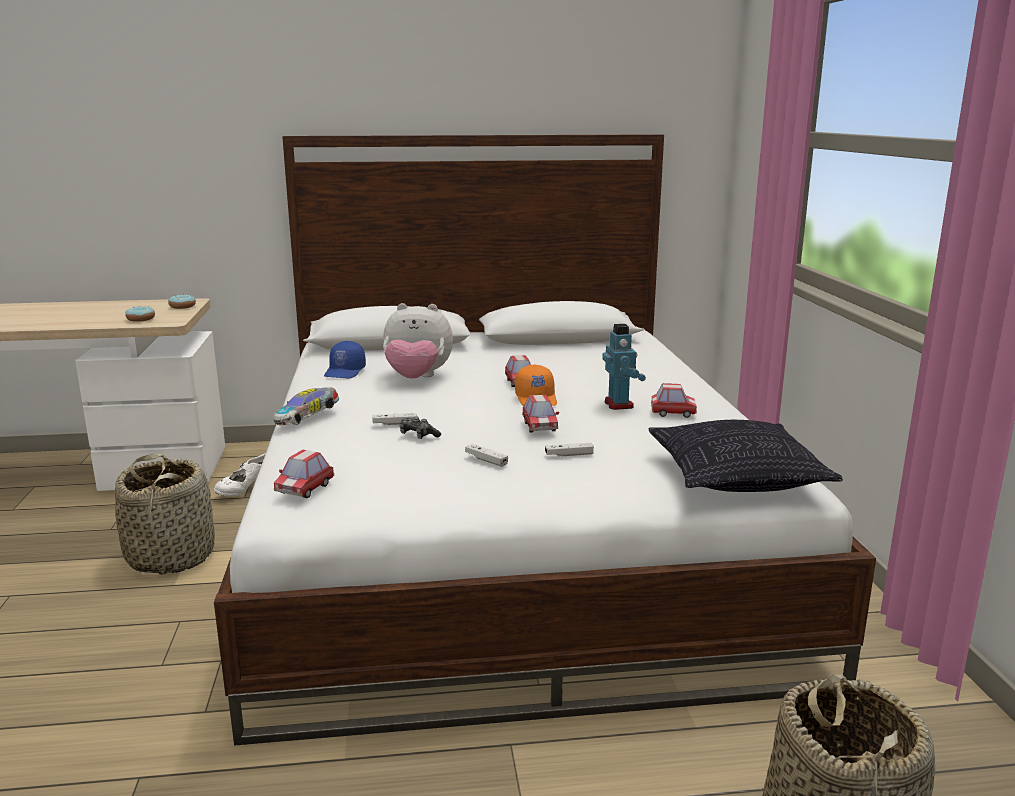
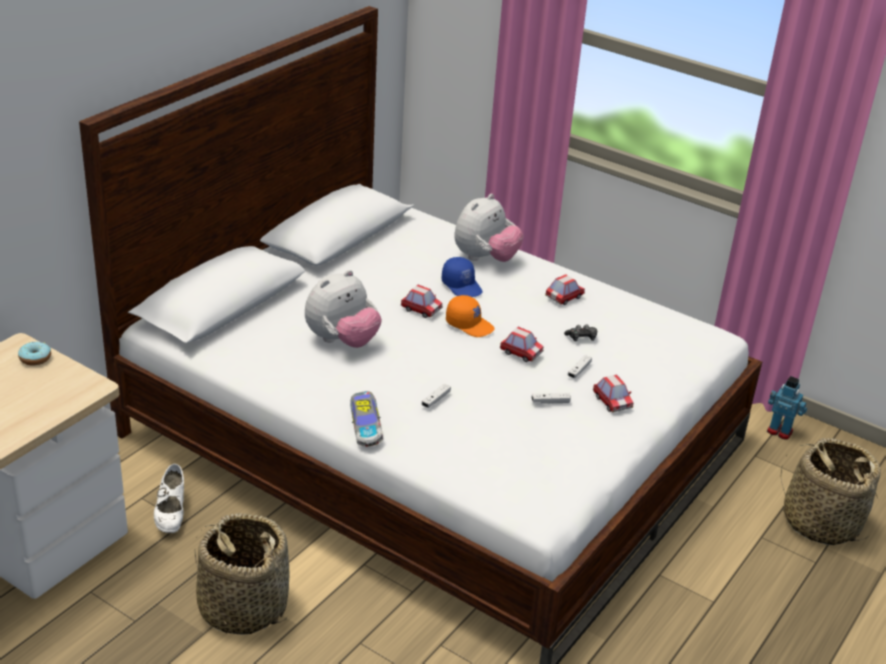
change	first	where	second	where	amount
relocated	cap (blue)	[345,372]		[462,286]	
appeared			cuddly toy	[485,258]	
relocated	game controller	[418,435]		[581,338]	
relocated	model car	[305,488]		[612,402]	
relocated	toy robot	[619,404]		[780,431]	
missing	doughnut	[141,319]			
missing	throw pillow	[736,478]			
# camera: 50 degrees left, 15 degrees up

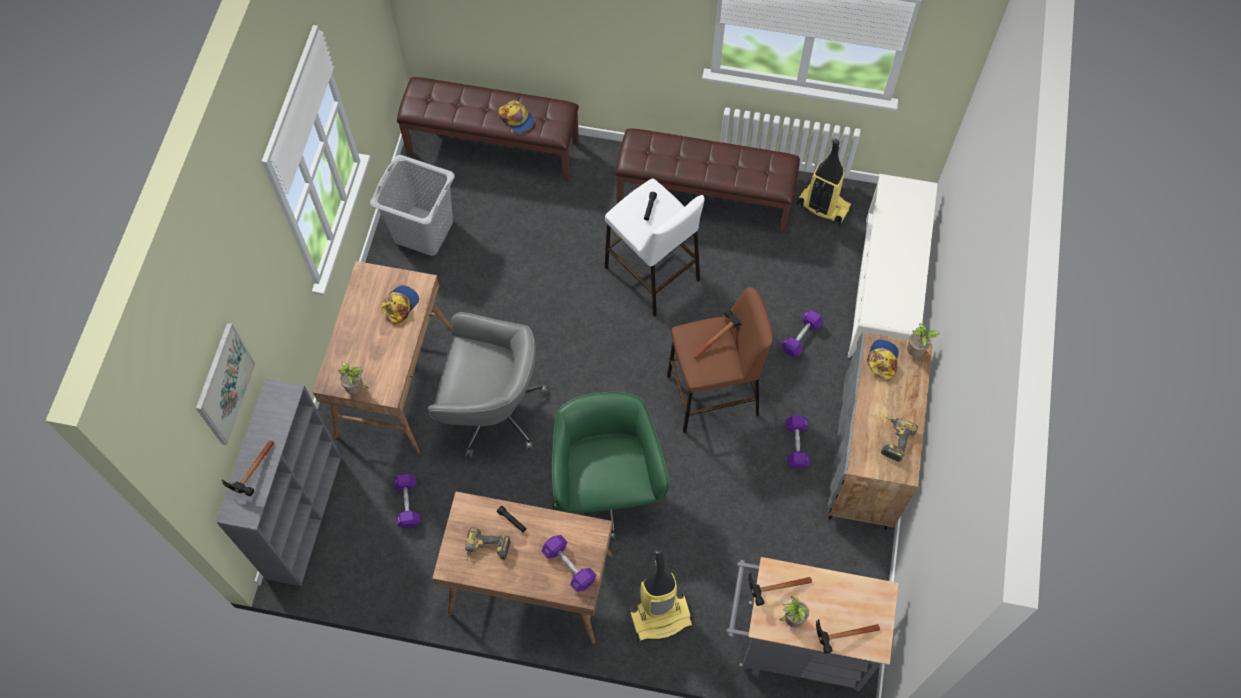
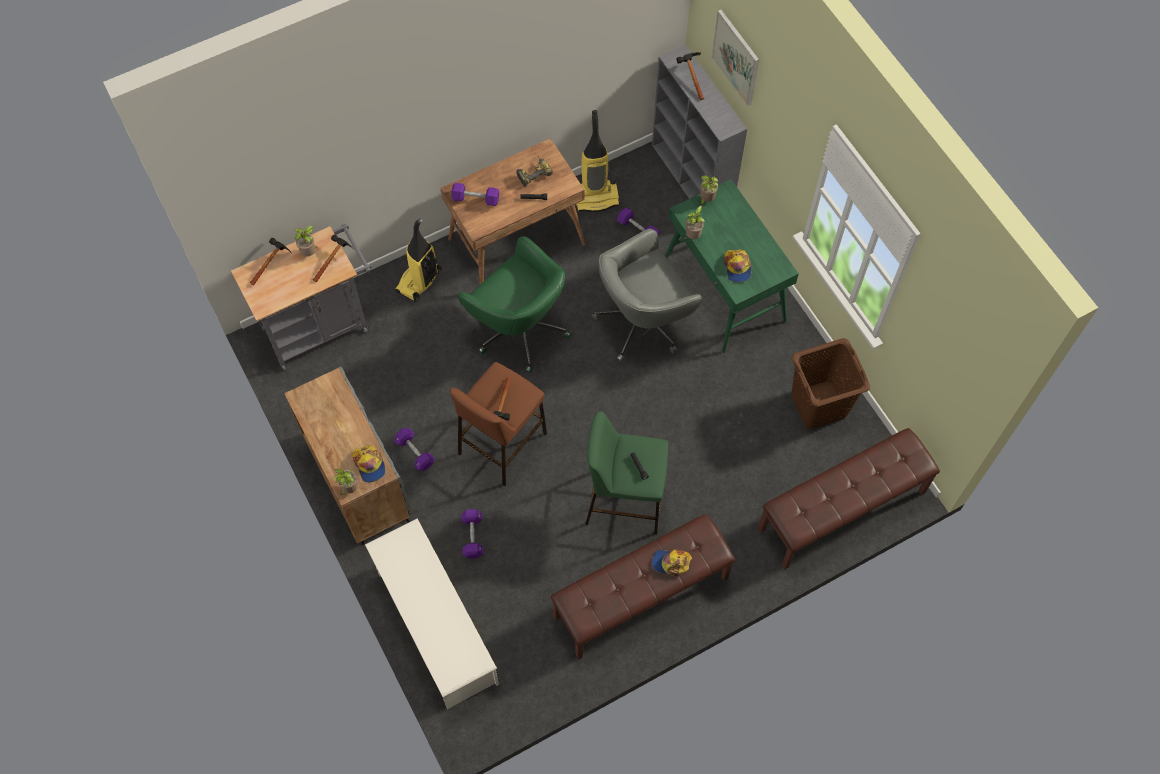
change	first	where	second	where	amount
relocated	vacuum	[822,207]		[596,197]	
colour	stool (whitish)	[652,274]	stool (green)	[624,501]	
relocated	cap	[517,119]		[671,563]	
colour	desk (brownish)	[394,381]	desk (green)	[724,291]	
appeared			potted plant	[693,235]	
colour	laundry basket (grey)	[423,230]	laundry basket (brownish)	[819,405]	
missing	power drill	[893,439]			
# camera: 140 degrees right, 0 degrees up

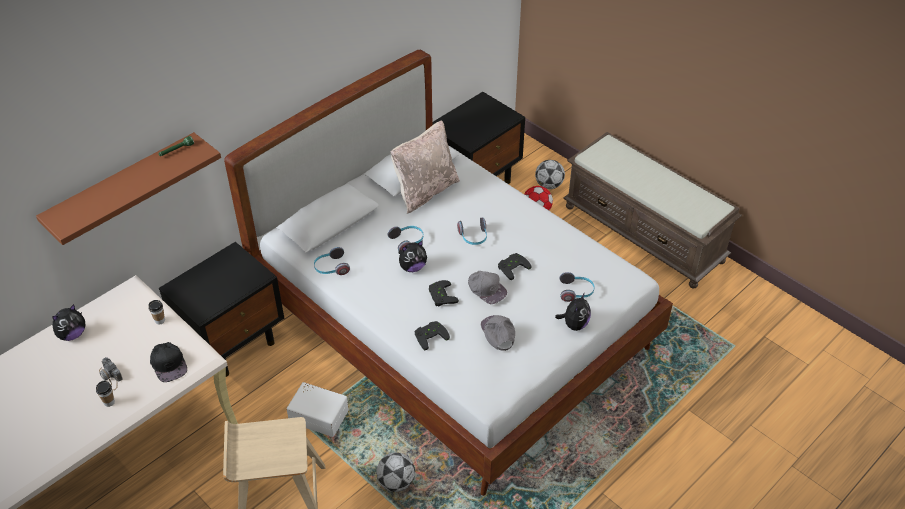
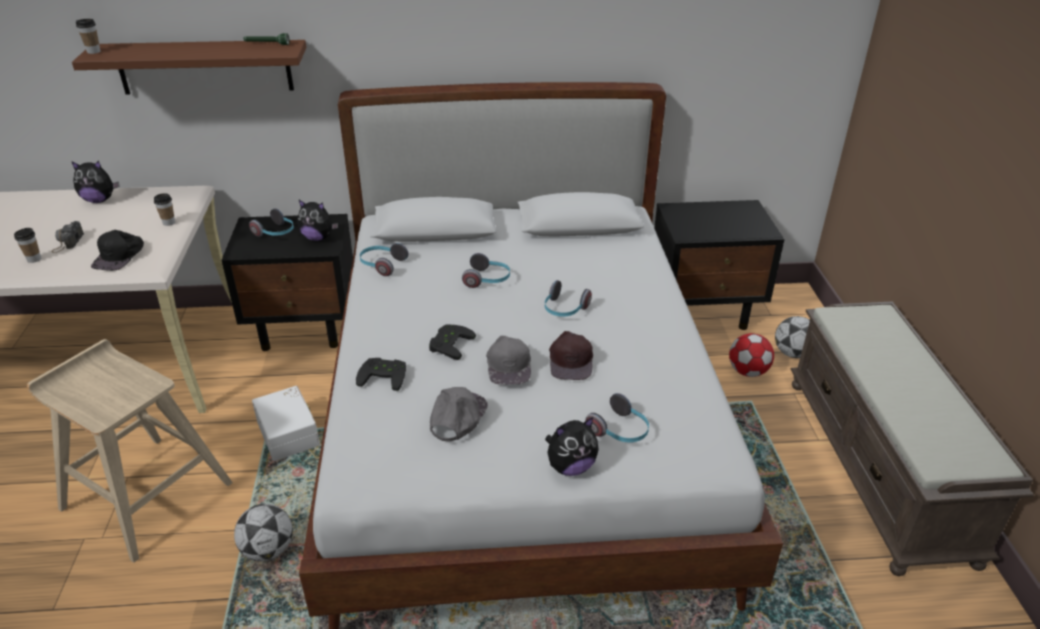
change	first	where	second	where	amount
appeared			cup	[94,51]	
appeared			headset	[276,233]	
relocated	cuddly toy	[412,267]		[318,238]	
exchanged	game controller (black)	[512,266]	cap (brownish)	[571,360]	
missing	throw pillow (beige)	[425,191]			
# camera: 40 degrees right, 10 degrees down

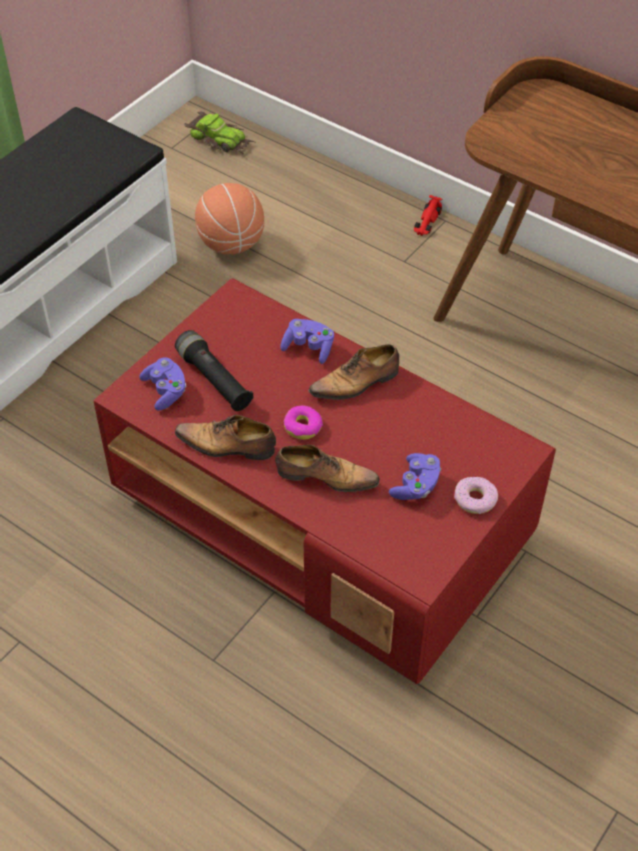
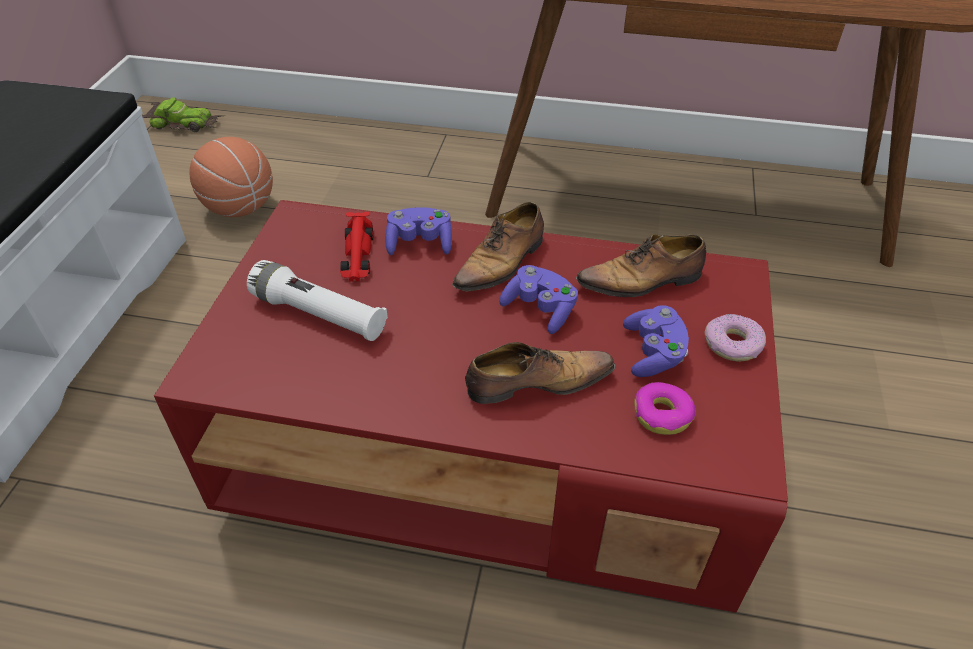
change	first	where	second	where	amount
colour	torch (black)	[214,380]	torch (whitish)	[319,315]	
relocated	model car (red-coloured)	[427,221]		[357,255]	
relocated	game controller (purplish)	[165,391]		[540,309]	
relocated	low shoe	[228,446]		[643,281]	
relocated	doughnut	[303,427]		[662,415]	
# camera: 25 degrees left, 5 degrees down

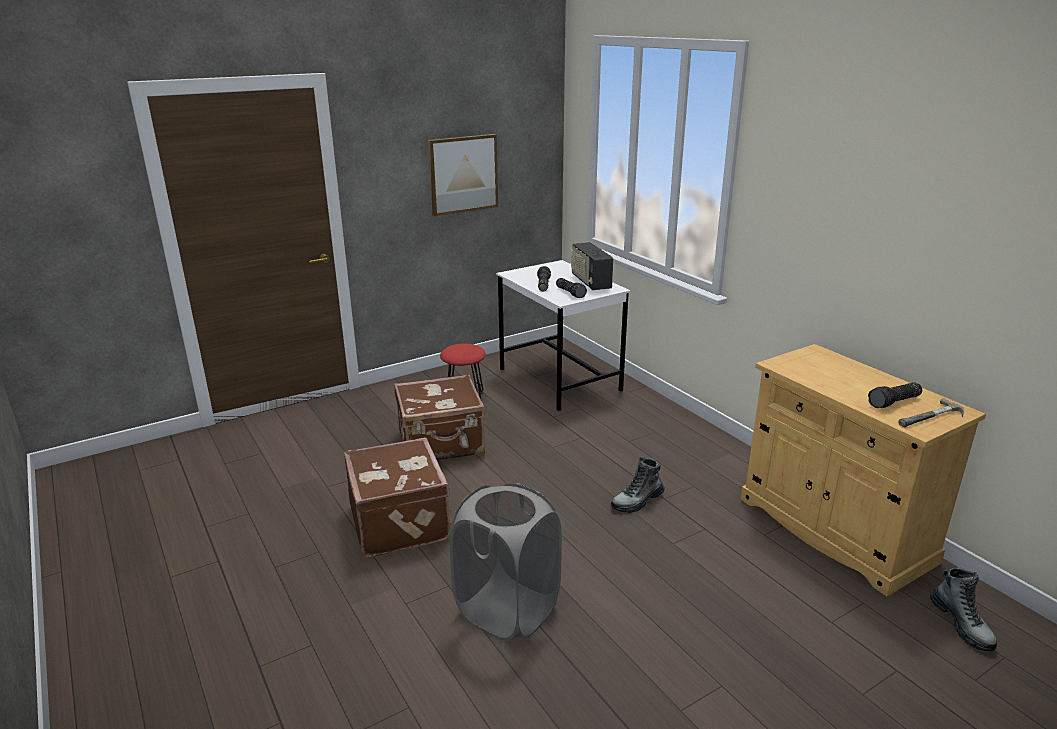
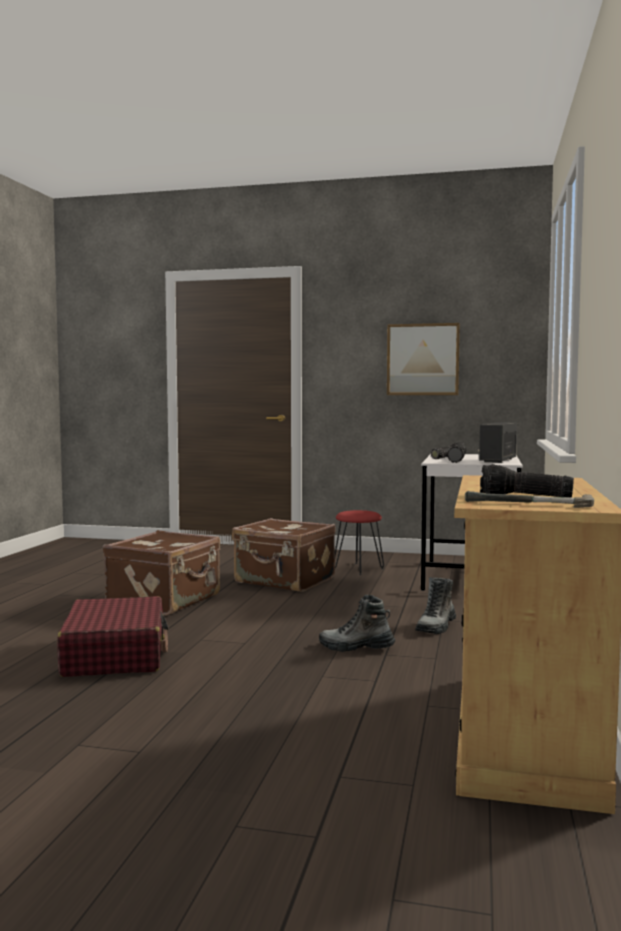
change	first	where	second	where	amount
exchanged	laundry basket (grey)	[507,610]	travel case (red-coloured)	[115,654]	
relocated	high-top boot	[961,624]		[436,626]	
# camera: 45 degrees right, 20 degrees down

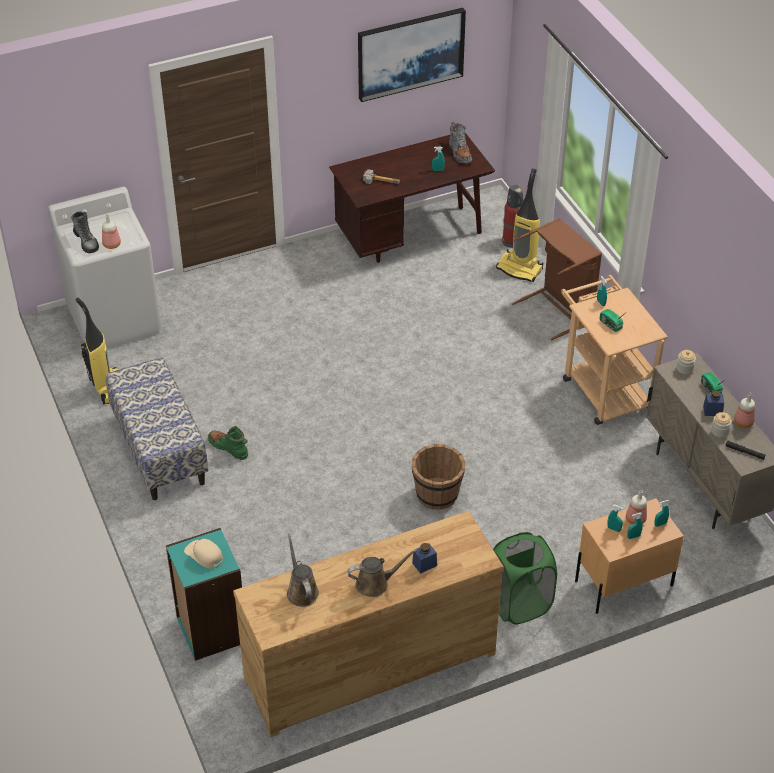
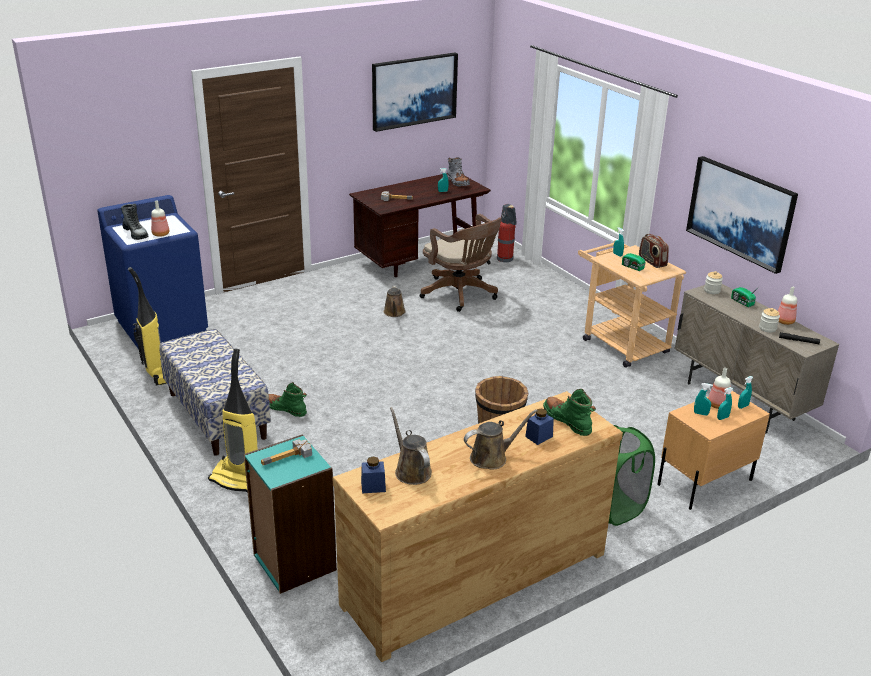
change	first	where	second	where	amount
colour	washing machine (whitish)	[115,319]	washing machine (blue)	[162,326]	
relocated	vacuum	[520,268]		[239,478]	
exchanged	cap (beige)	[204,555]	hammer	[289,458]	
relocated	storage jar (blue)	[712,411]		[373,486]	
appeared			watering pot (brownish)	[394,313]	
appeared			office chair (brownish)	[461,295]	
appeared			high-top boot (green)	[567,421]	
appeared			radio receiver	[652,262]	
appeared			picture	[741,212]	
missing	laundry basket (brownish)	[559,309]			
# camera: 10 degrees left, 15 degrees down

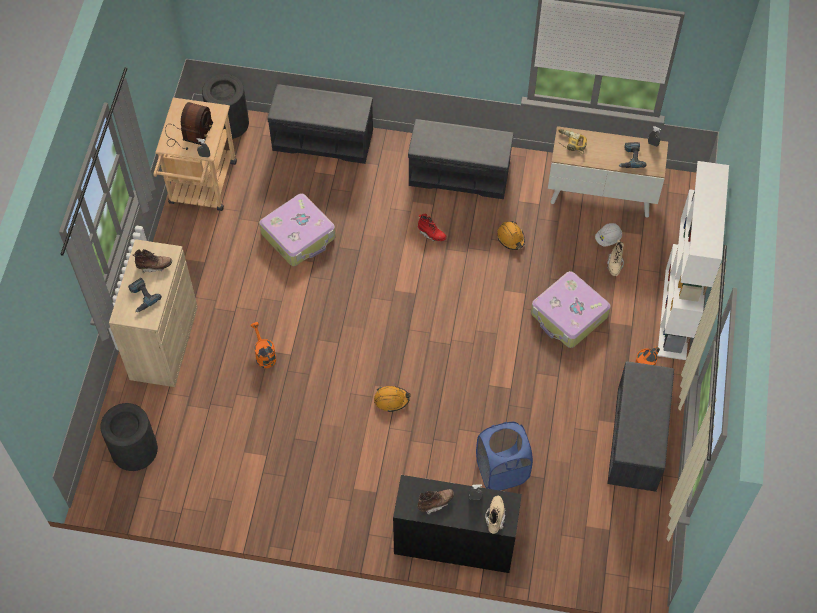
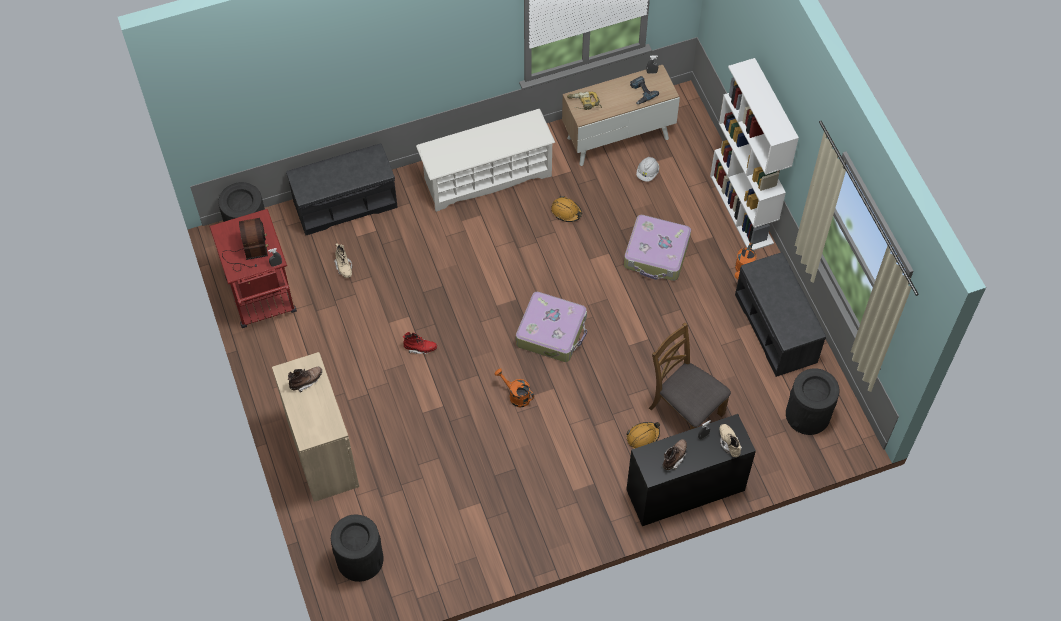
change	first	where	second	where	amount
colour	wheeled cart (beige)	[201,188]	wheeled cart (red-coloured)	[263,300]	
relocated	high-top boot (beige)	[615,264]		[344,267]	
relocated	high-top boot (red-coloured)	[431,234]		[420,348]	
exchanged	indoor bench (grey)	[460,174]	shoe stand (whitish)	[487,177]	
relocated	watering pot (orange-coloured)	[264,355]		[516,395]	
relocated	travel case	[299,235]		[552,331]	
relocated	work helmet (orange-coloured)	[391,400]		[643,436]	
exchanged	laundry basket (blue)	[502,470]	chair (brownish)	[685,410]	
appeared			trash can (black)	[808,415]	
missing	power drill	[142,297]			
# camera: 30 degrees left, 0 degrees up

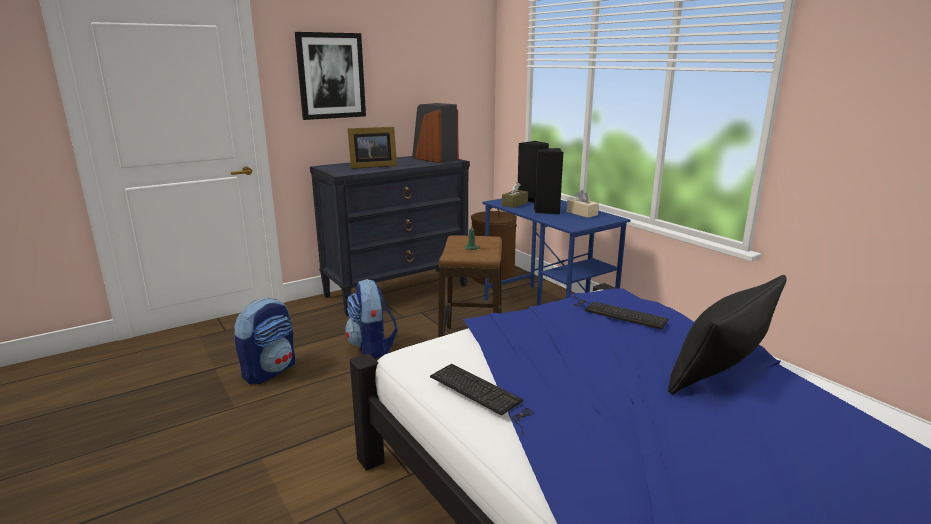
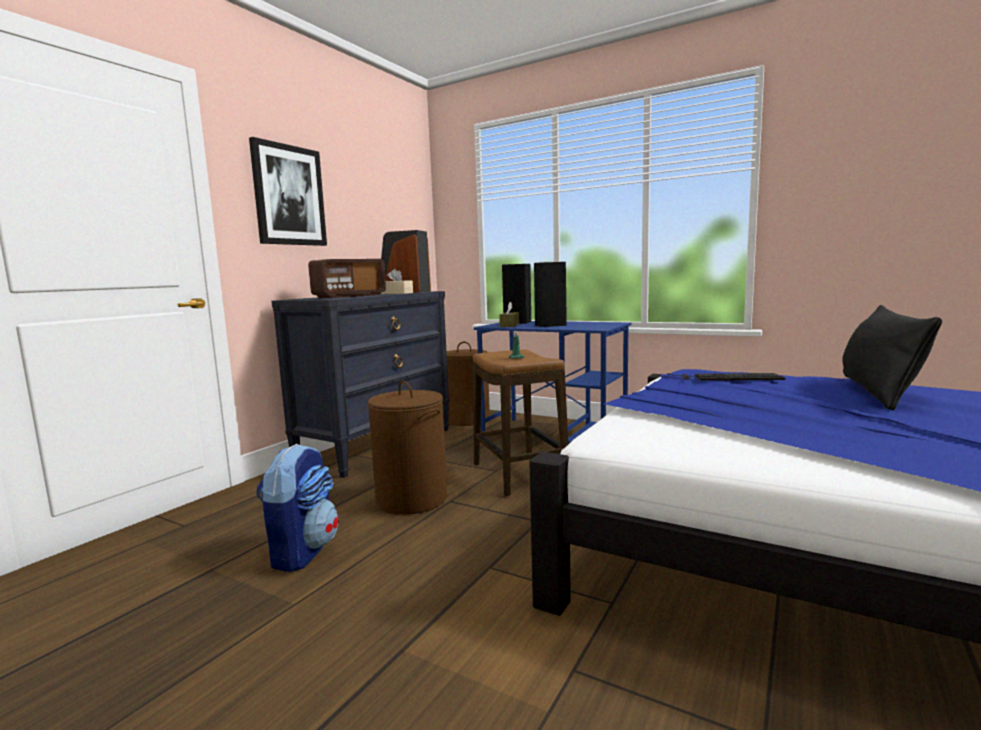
change	first	where	second	where	amount
exchanged	photo frame	[371,166]	radio receiver	[349,296]	
exchanged	backpack	[372,348]	laundry basket (brownish)	[412,499]	
relocated	tissue box (beige)	[582,213]		[397,293]	
missing	keyboard	[483,395]			
# camera: 25 degrees left, 10 degrees down

